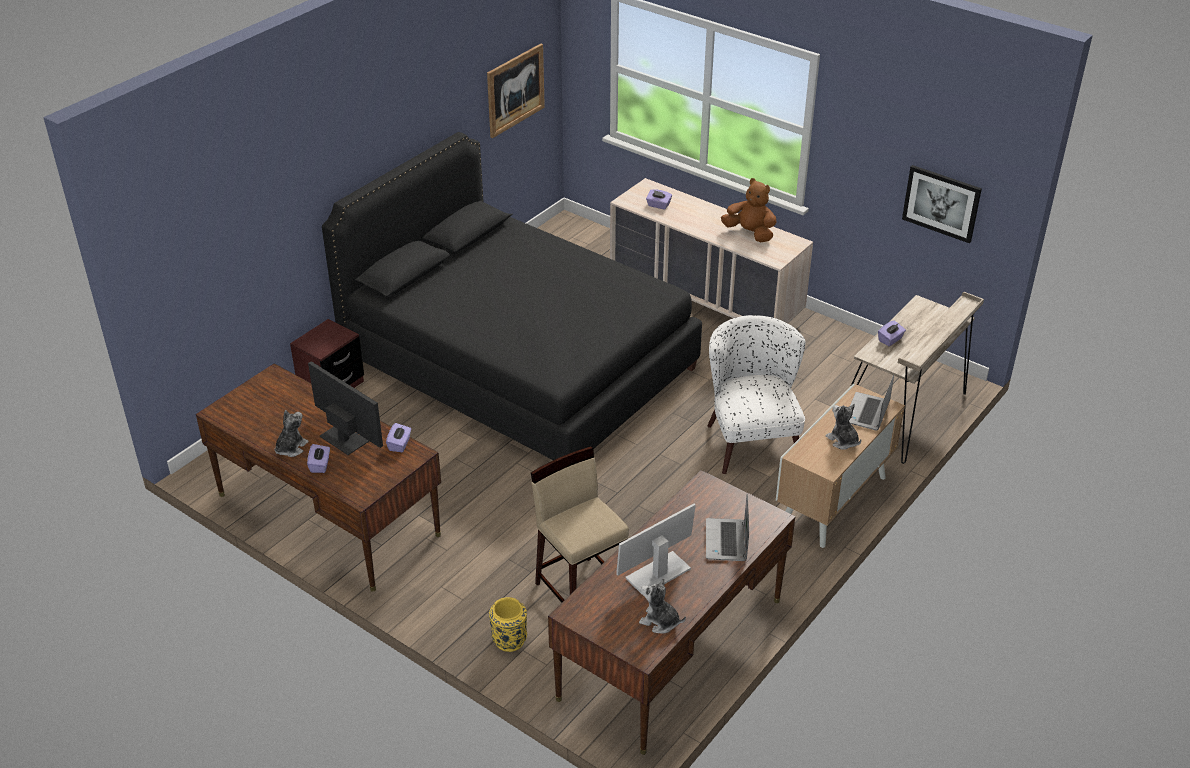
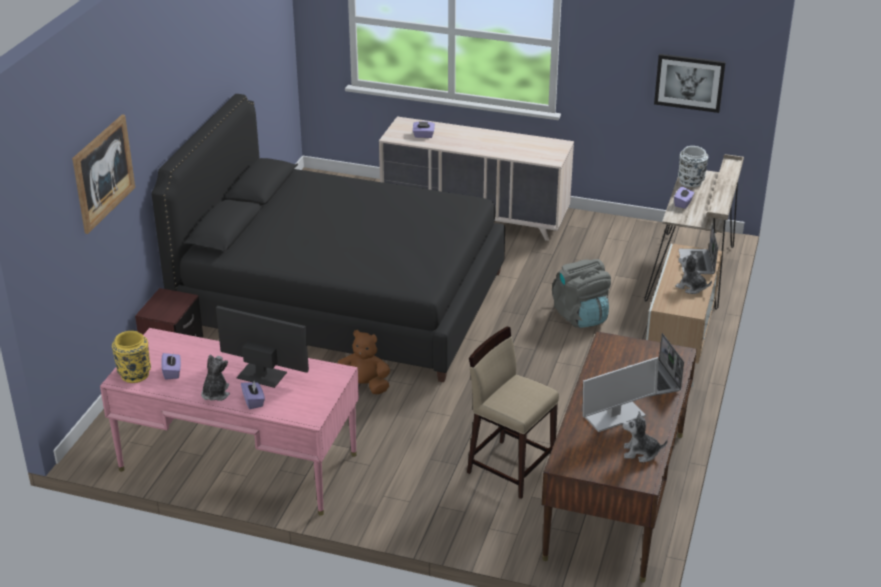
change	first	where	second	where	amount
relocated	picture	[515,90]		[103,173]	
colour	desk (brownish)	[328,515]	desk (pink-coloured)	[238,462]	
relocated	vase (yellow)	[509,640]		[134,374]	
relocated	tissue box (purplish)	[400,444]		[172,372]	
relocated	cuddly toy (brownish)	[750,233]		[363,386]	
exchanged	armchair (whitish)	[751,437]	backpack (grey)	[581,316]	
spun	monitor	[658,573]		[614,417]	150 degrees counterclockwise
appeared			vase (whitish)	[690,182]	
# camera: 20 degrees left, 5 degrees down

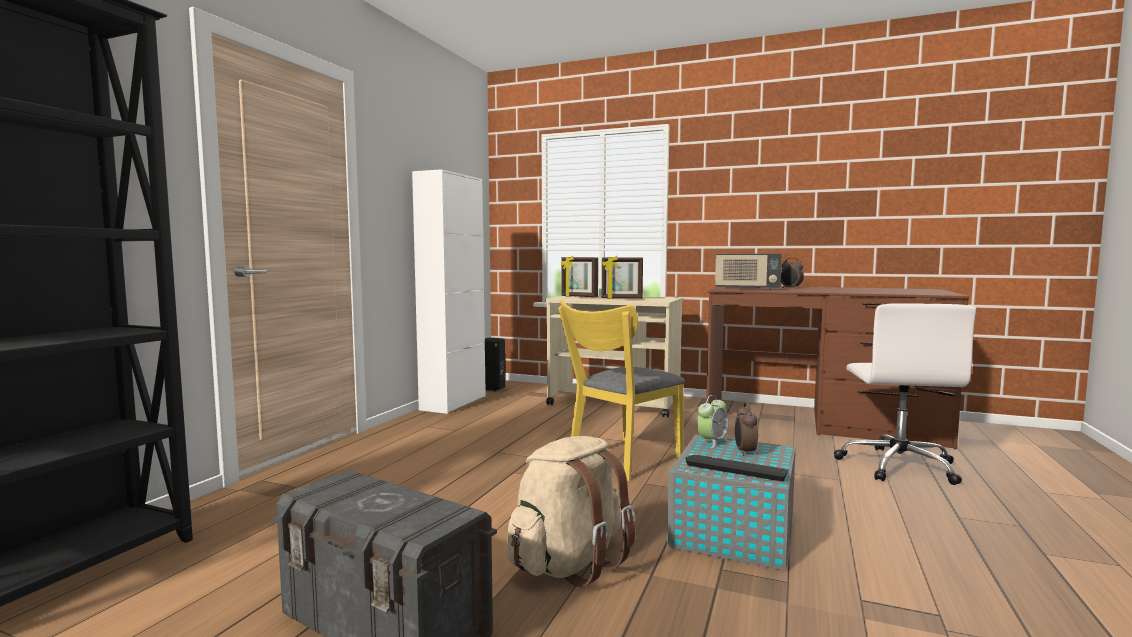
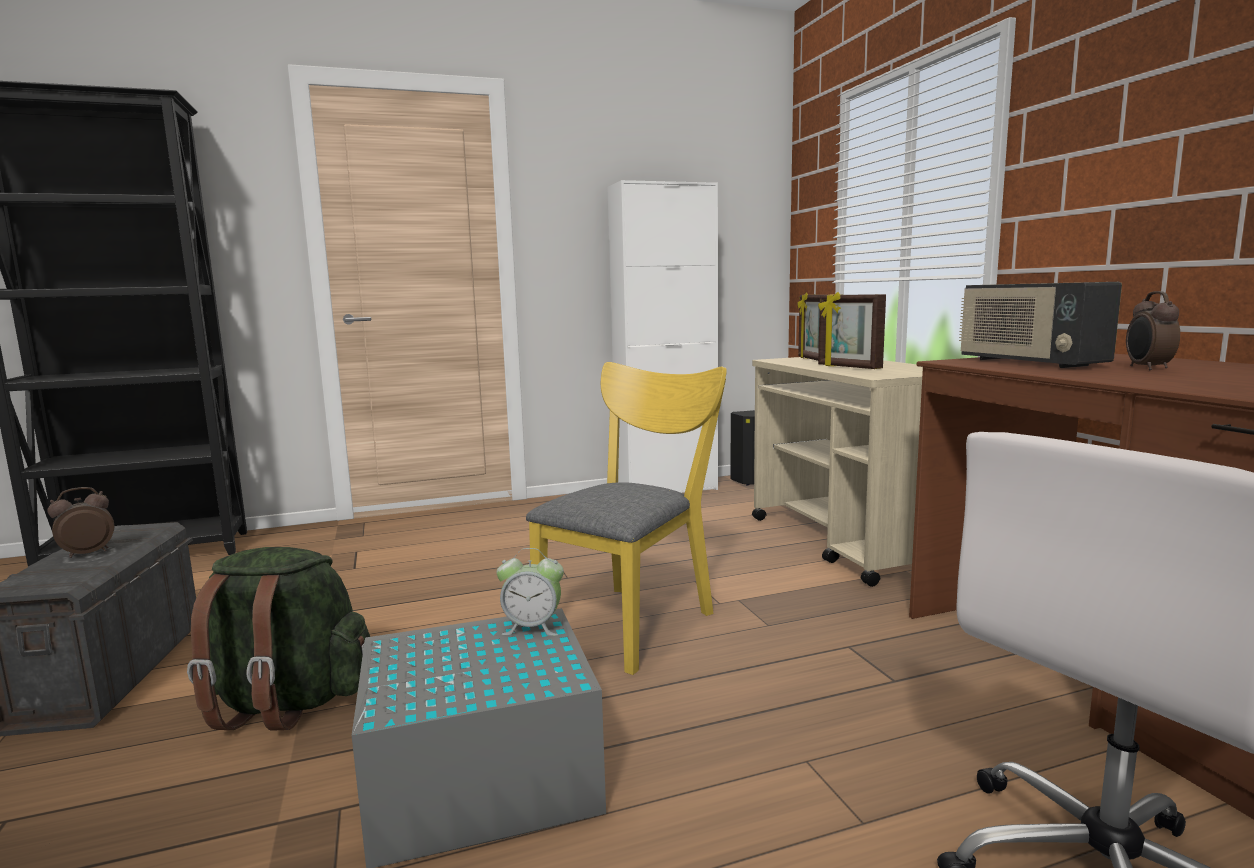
change	first	where	second	where	amount
relocated	table clock	[744,452]		[88,553]	
colour	backpack (beige)	[569,563]	backpack (green)	[287,703]	
spun	chair (yellow)	[620,460]		[633,620]	120 degrees clockwise
missing	keyboard	[736,468]			
# camera: 50 degrees right, 5 degrees up

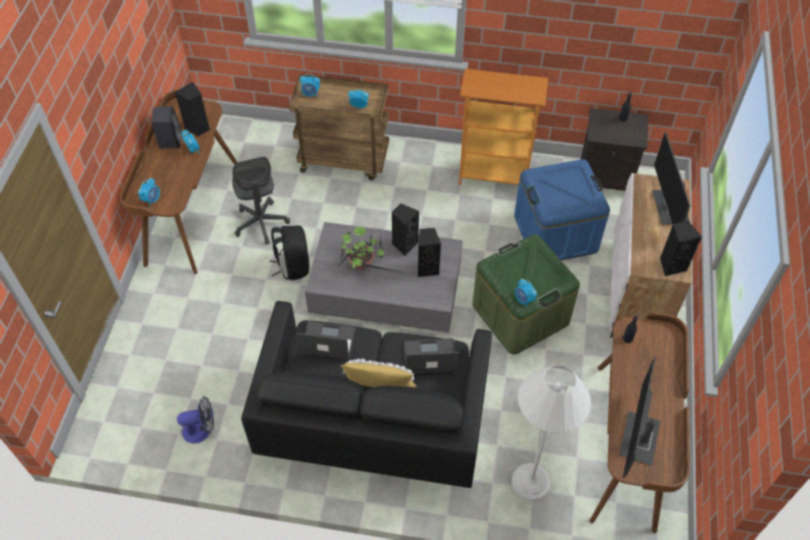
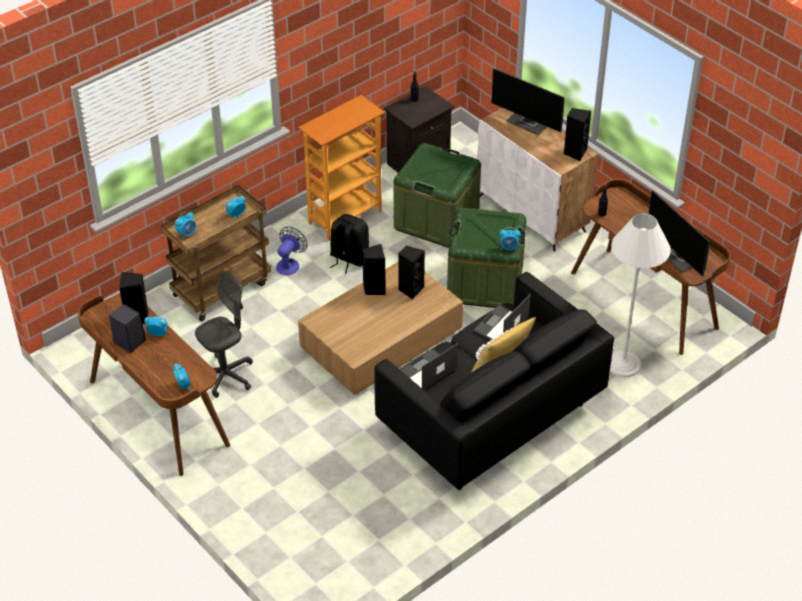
change	first	where	second	where	amount
spun	office chair (grey)	[261,223]		[226,376]	60 degrees counterclockwise
relocated	cooling fan	[201,430]		[290,264]	
colour	coffee table (grey)	[385,291]	coffee table (brownish)	[381,342]	
relocated	backpack (black)	[293,265]		[348,259]	
colour	storage box (blue)	[555,233]	storage box (green)	[436,219]	
missing	potted plant	[363,265]			
# camera: 50 degrees left, 10 degrees down

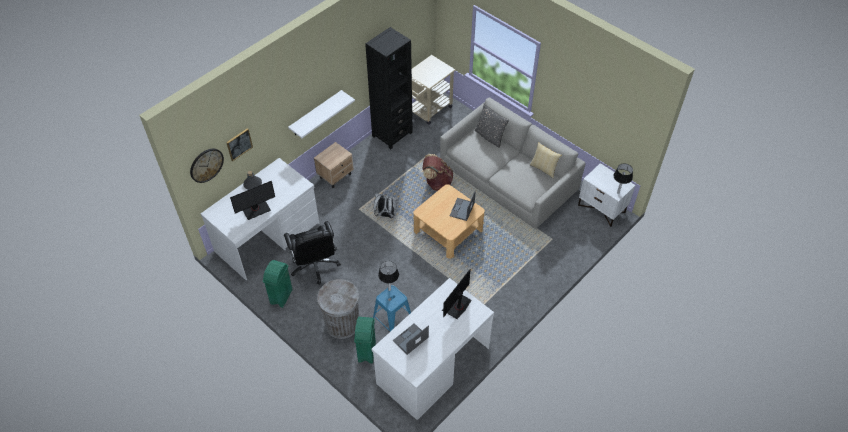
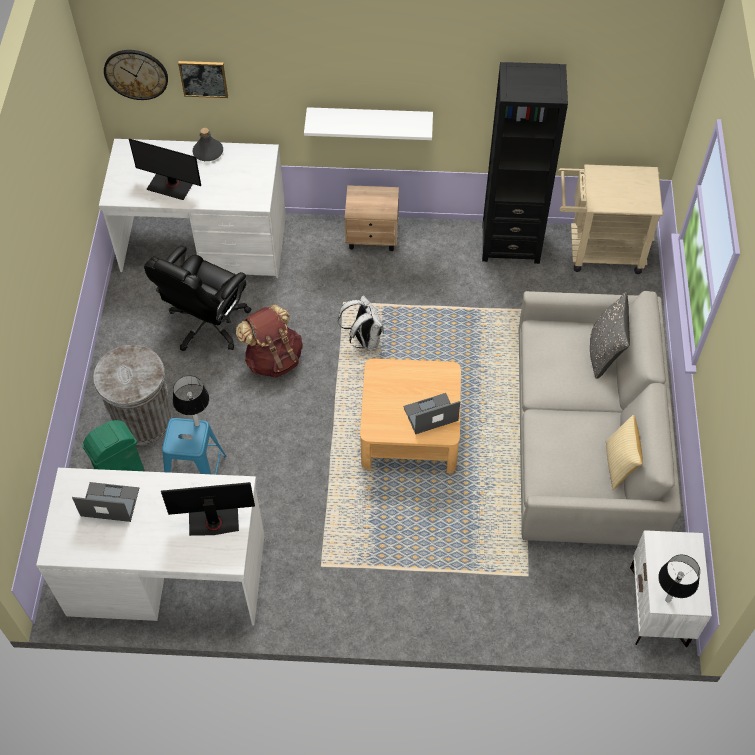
change	first	where	second	where	amount
relocated	backpack (brownish)	[437,182]		[273,359]	
missing	trash can (green)	[281,297]			
# camera: 50 degrees right, 5 degrees up

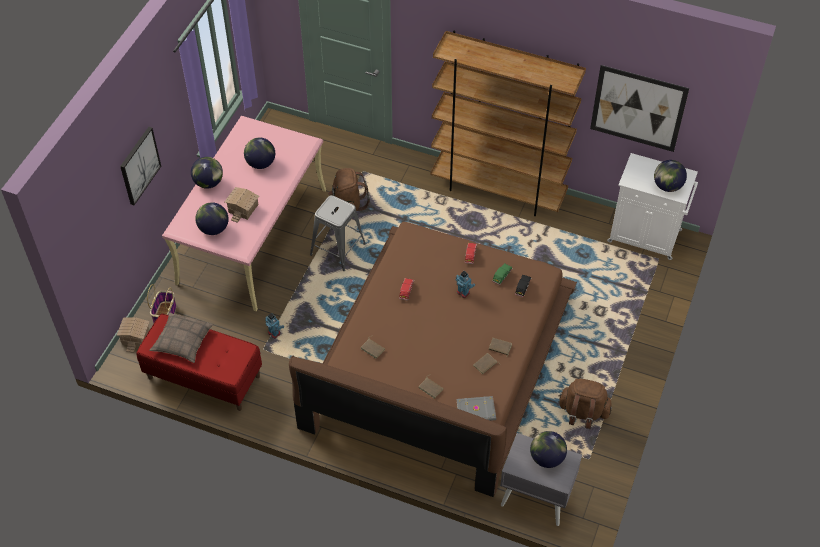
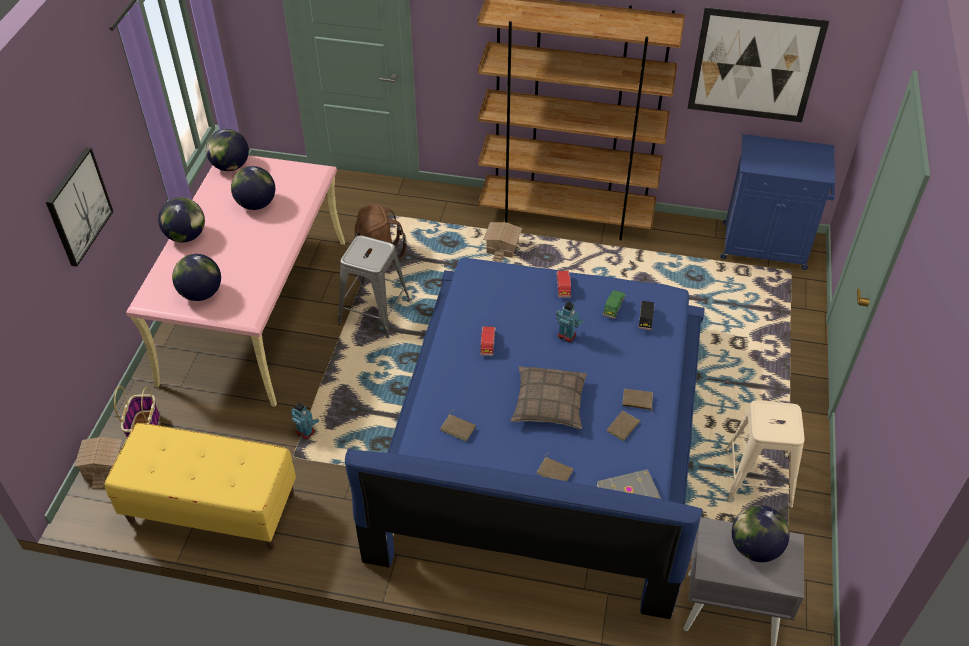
change	first	where	second	where	amount
colour	indoor bench (red-coloured)	[203,377]	indoor bench (yellow)	[211,508]	
relocated	world globe	[667,186]		[230,166]	
colour	sleeping bed (brownish)	[439,361]	sleeping bed (blue)	[544,437]	
relocated	toy house	[244,208]		[503,247]	
relocated	throw pillow	[182,341]		[549,403]	
colour	cabinet (whitish)	[646,236]	cabinet (blue)	[766,246]	
exchanged	backpack (brownish)	[583,412]	stool (beige)	[758,478]	
# camera: 10 degrees left, 5 degrees down

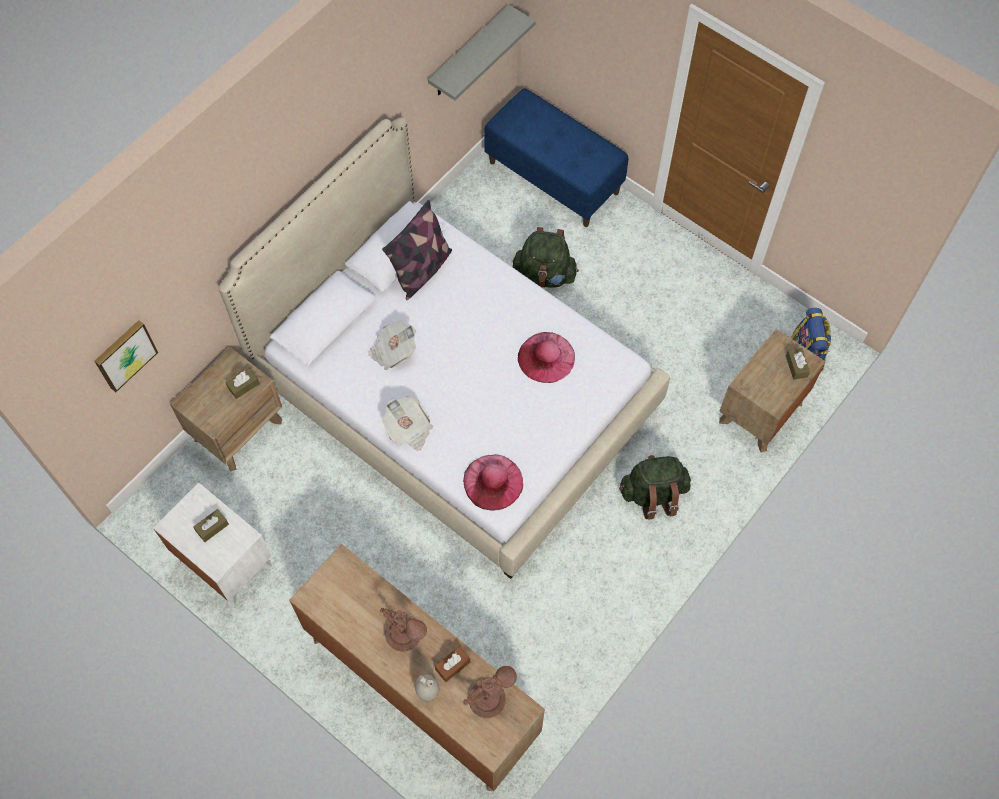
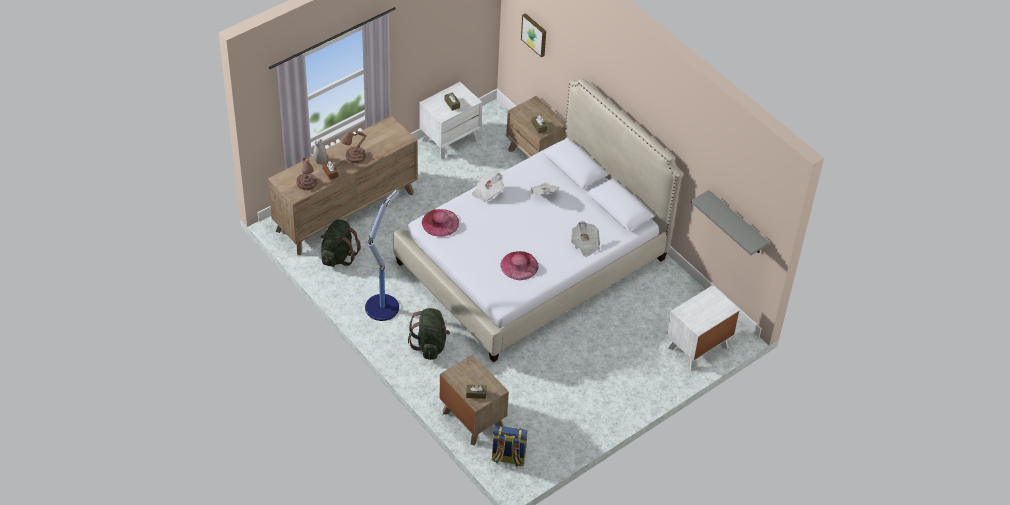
change	first	where	second	where	amount
relocated	backpack (green)	[544,275]		[338,256]	
appeared			standard lamp	[383,306]	
appeared			daily paper	[585,245]	
exchanged	indoor bench (blue)	[554,177]	nightstand (whitish)	[698,347]	
missing	throw pillow	[421,270]			
# camera: 100 degrees right, 15 degrees down

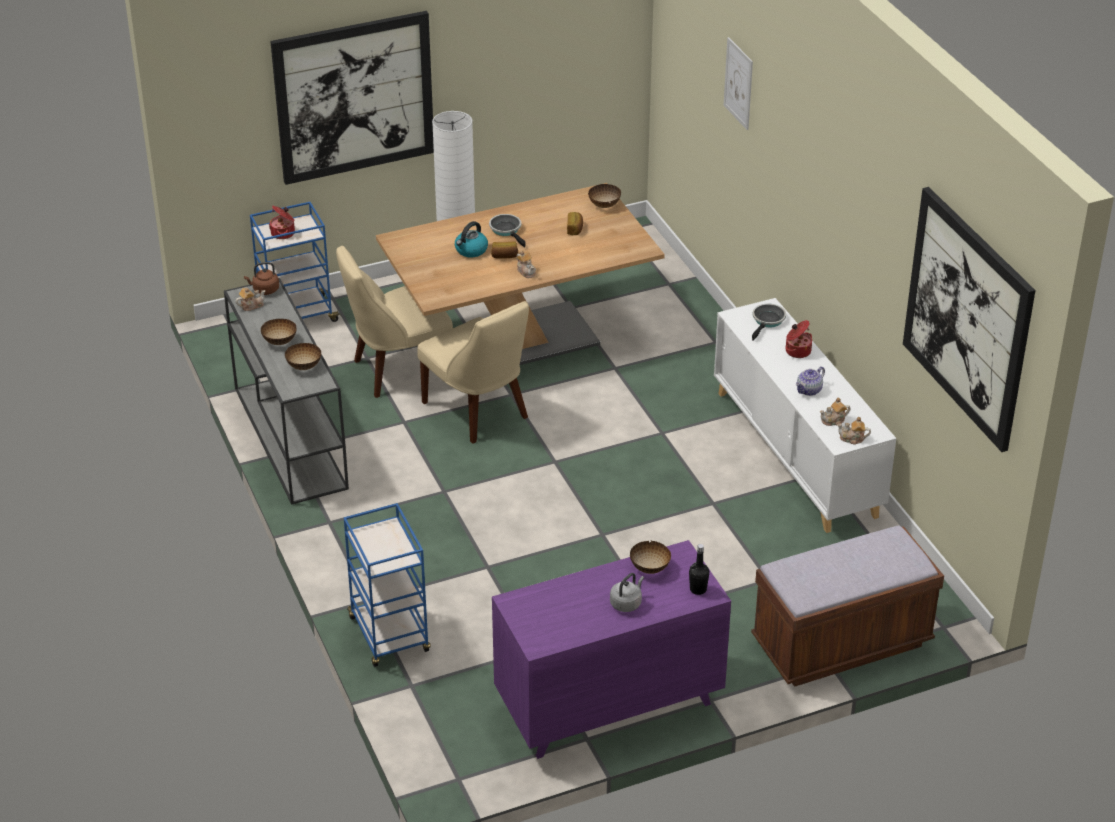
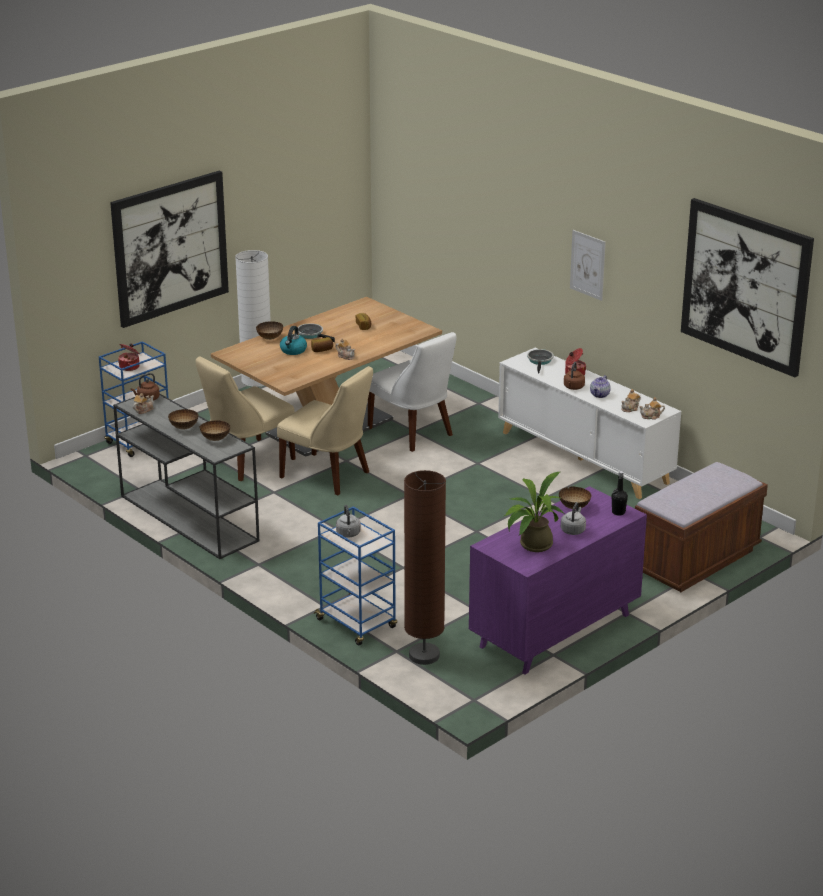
change	first	where	second	where	amount
relocated	serving bowl	[604,205]		[269,338]	
appeared			tea kettle (grey)	[348,534]	
appeared			chair (whitish)	[413,433]	
appeared			standard lamp (brownish)	[424,656]	
appeared			potted plant	[532,545]	
appeared			tea kettle (brownish)	[573,387]	
relocated	picture	[738,83]		[587,265]	
# camera: 20 degrees left, 10 degrees down

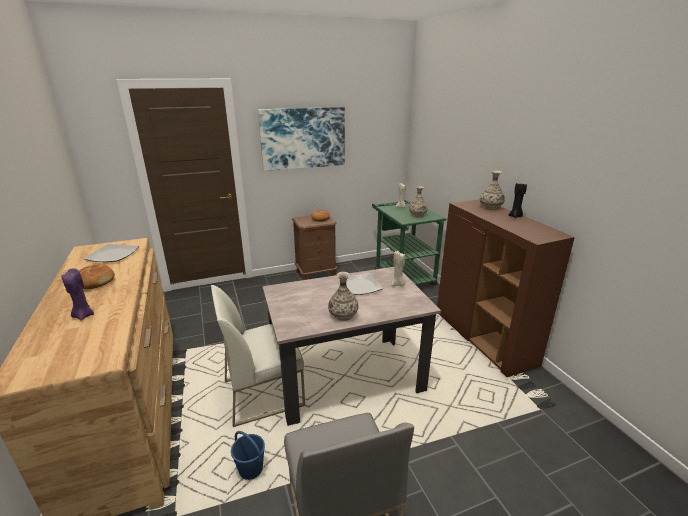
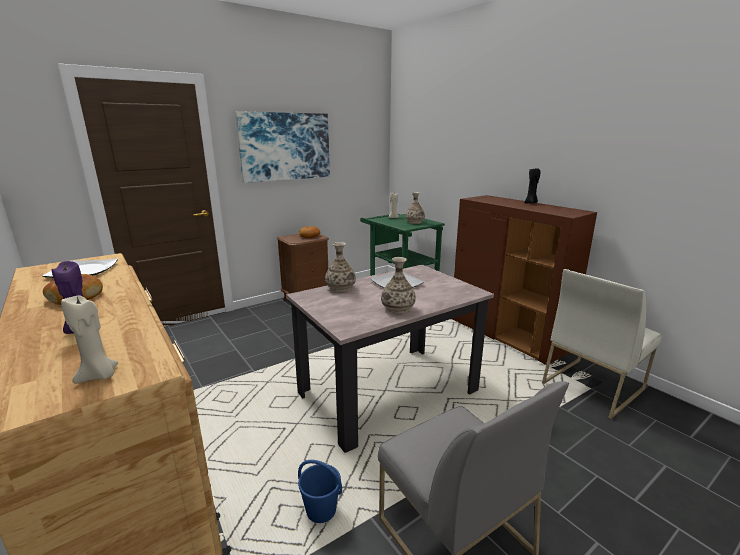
change	first	where	second	where	amount
relocated	candle (beige)	[398,284]		[99,376]	
relocated	vase	[490,207]		[340,288]	
relocated	chair (whitish)	[264,392]		[592,385]	
# camera: 15 degrees left, 5 degrees down

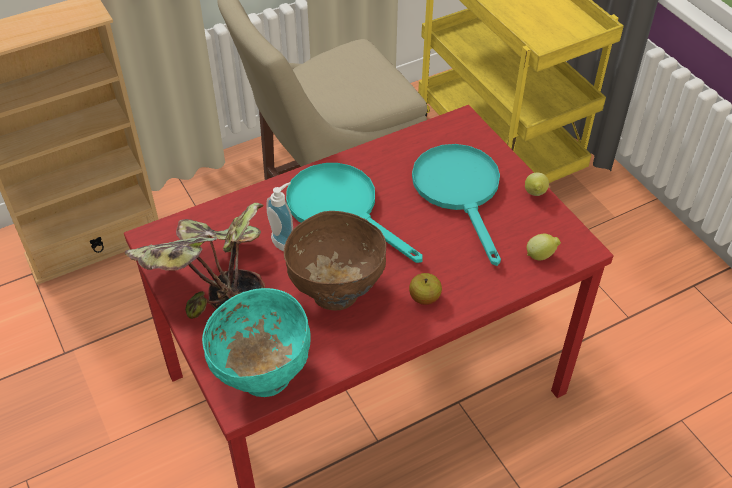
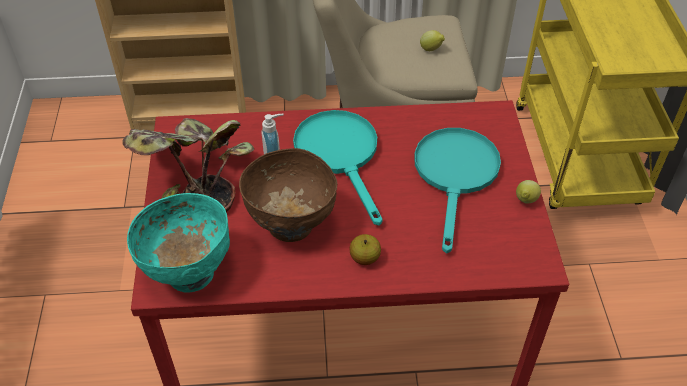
change	first	where	second	where	amount
relocated	citrus fruit	[541,256]		[431,49]	
# camera: 25 degrees right, 0 degrees up

